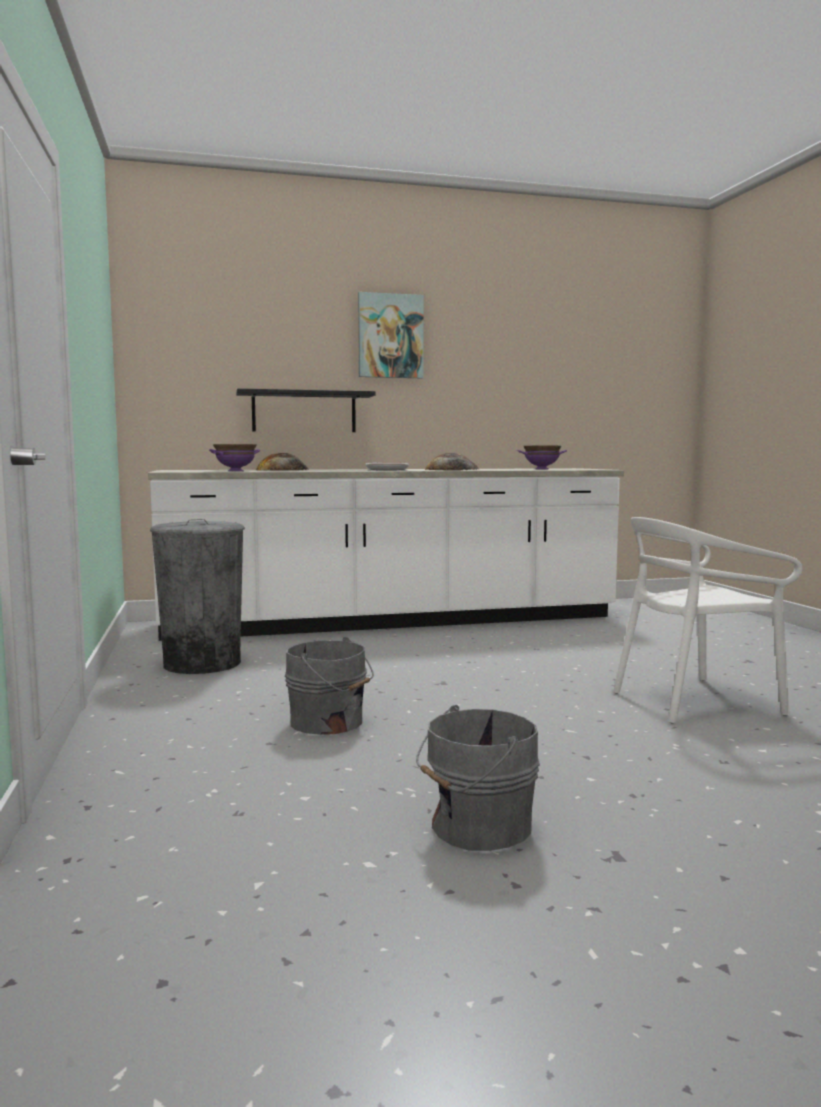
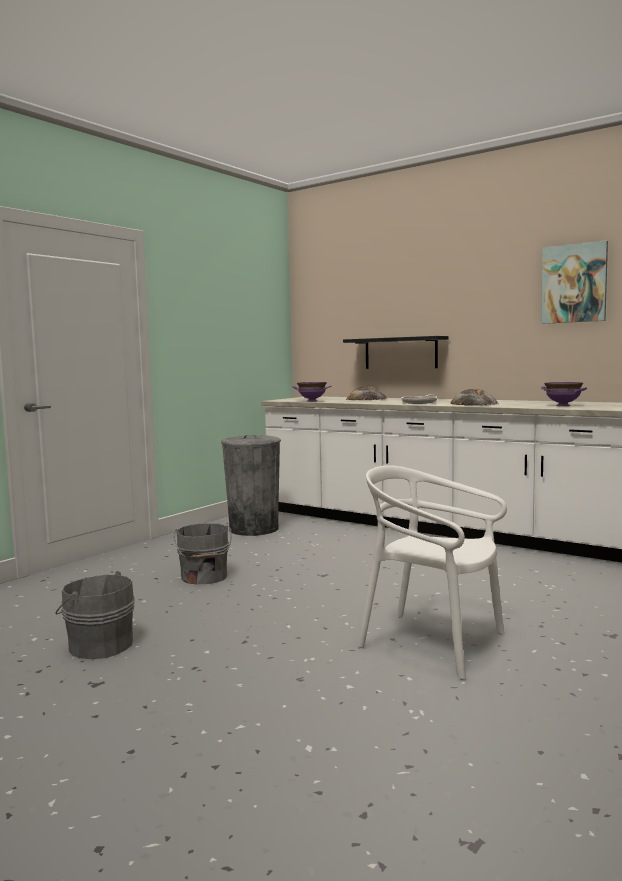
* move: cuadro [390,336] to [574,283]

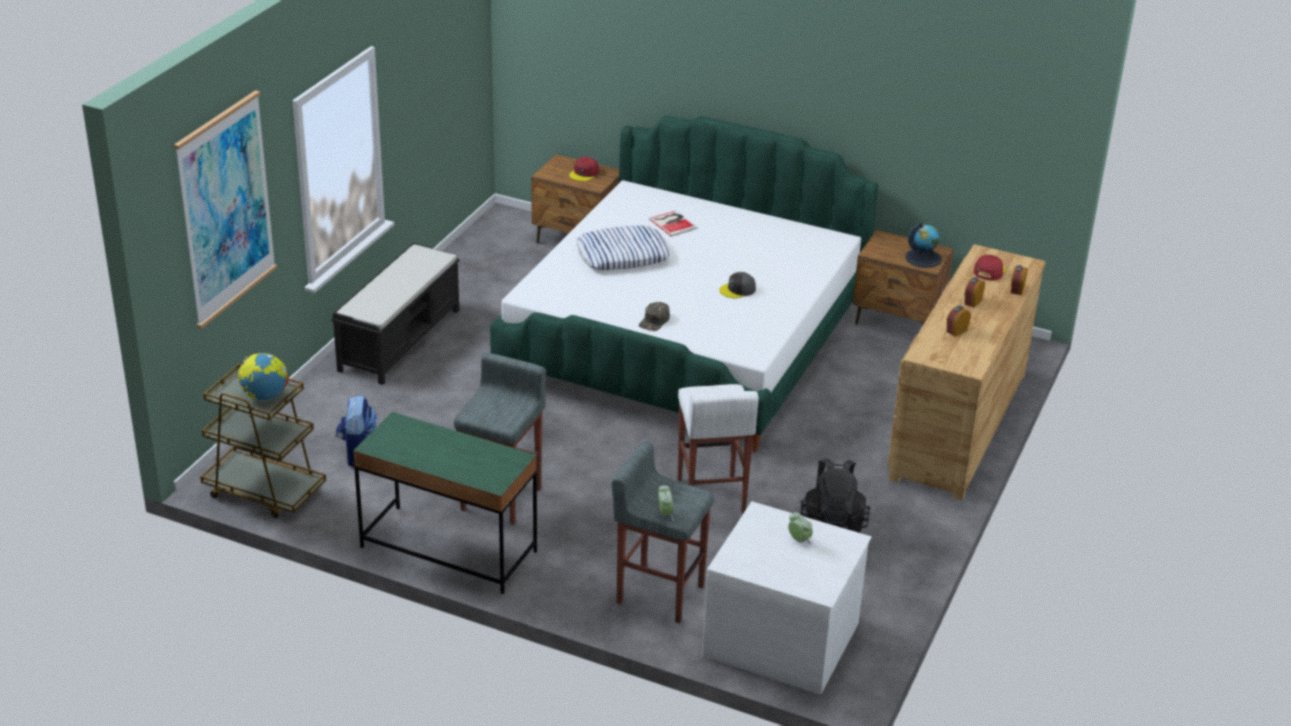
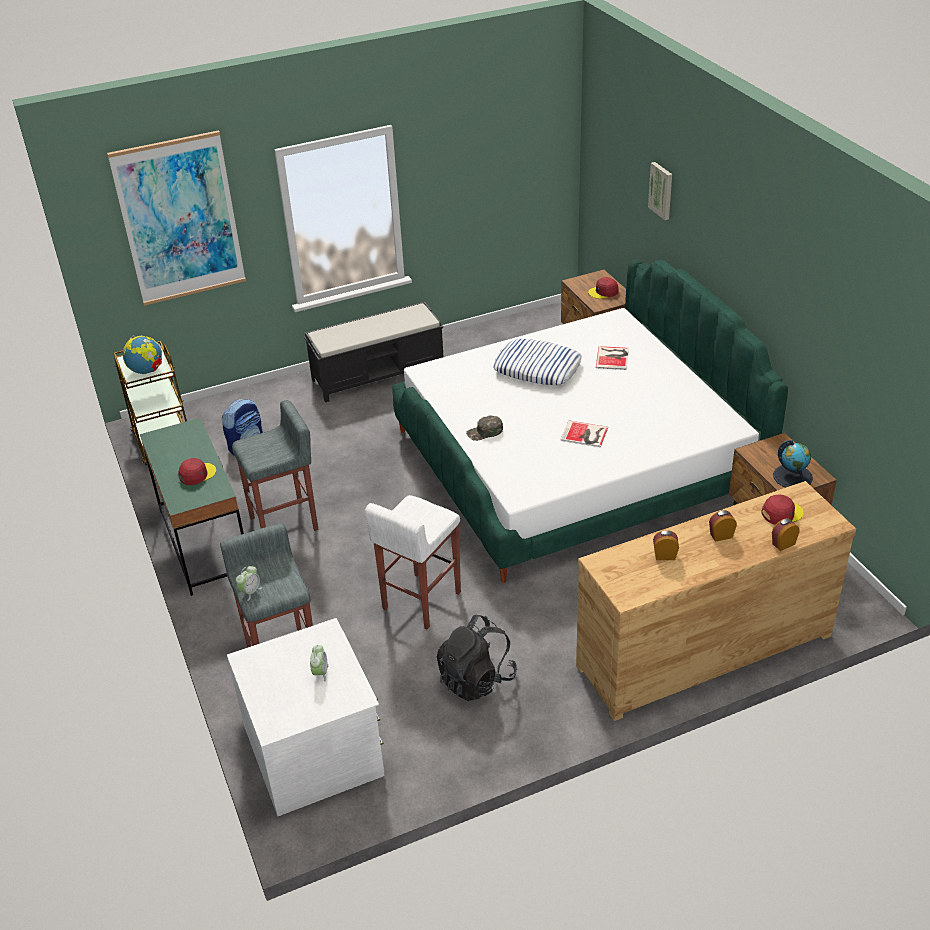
* replace: gorra/gris [737,290] to libro [585,435]
* insert: gorra/rojo [197,474]
* insert: cuadro [661,190]

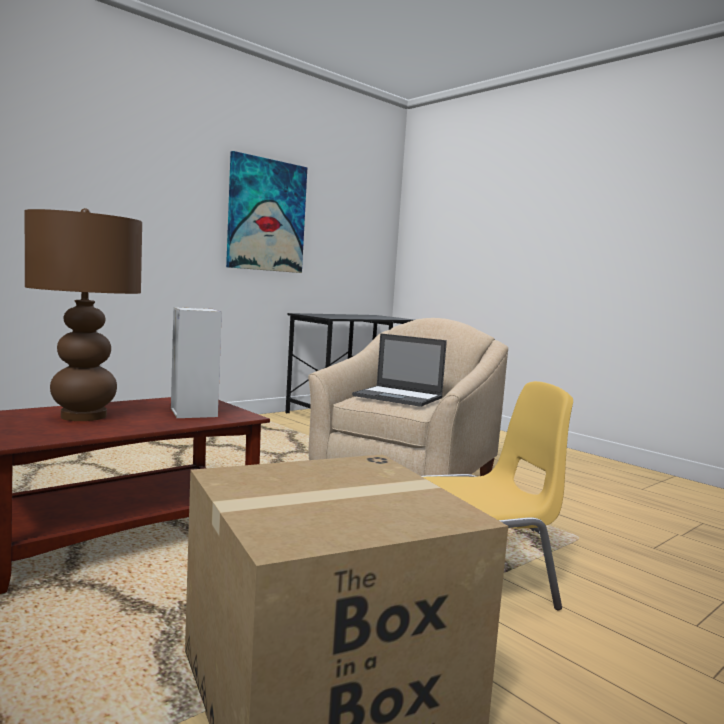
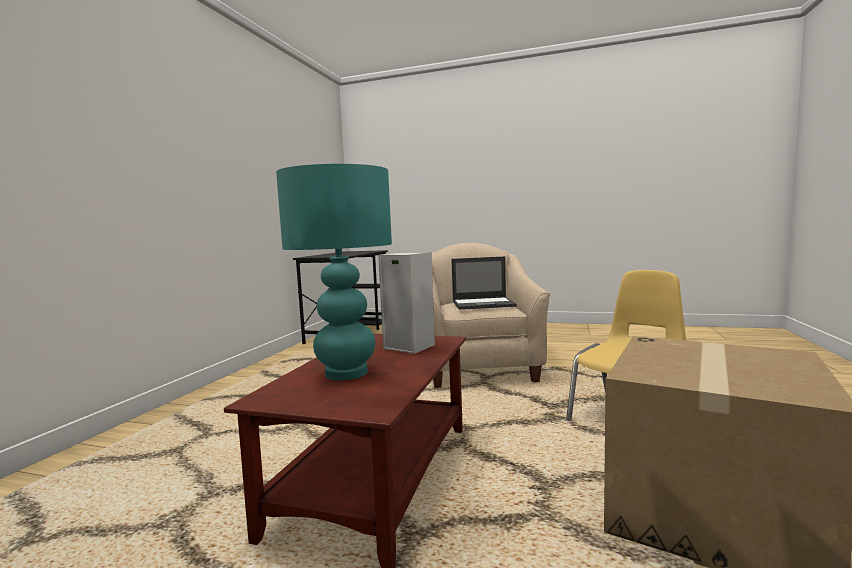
* recolor: lámpara de mesa/marrón [83,416] to lámpara de mesa/turquesa [345,373]
* delete: cuadro [266,215]

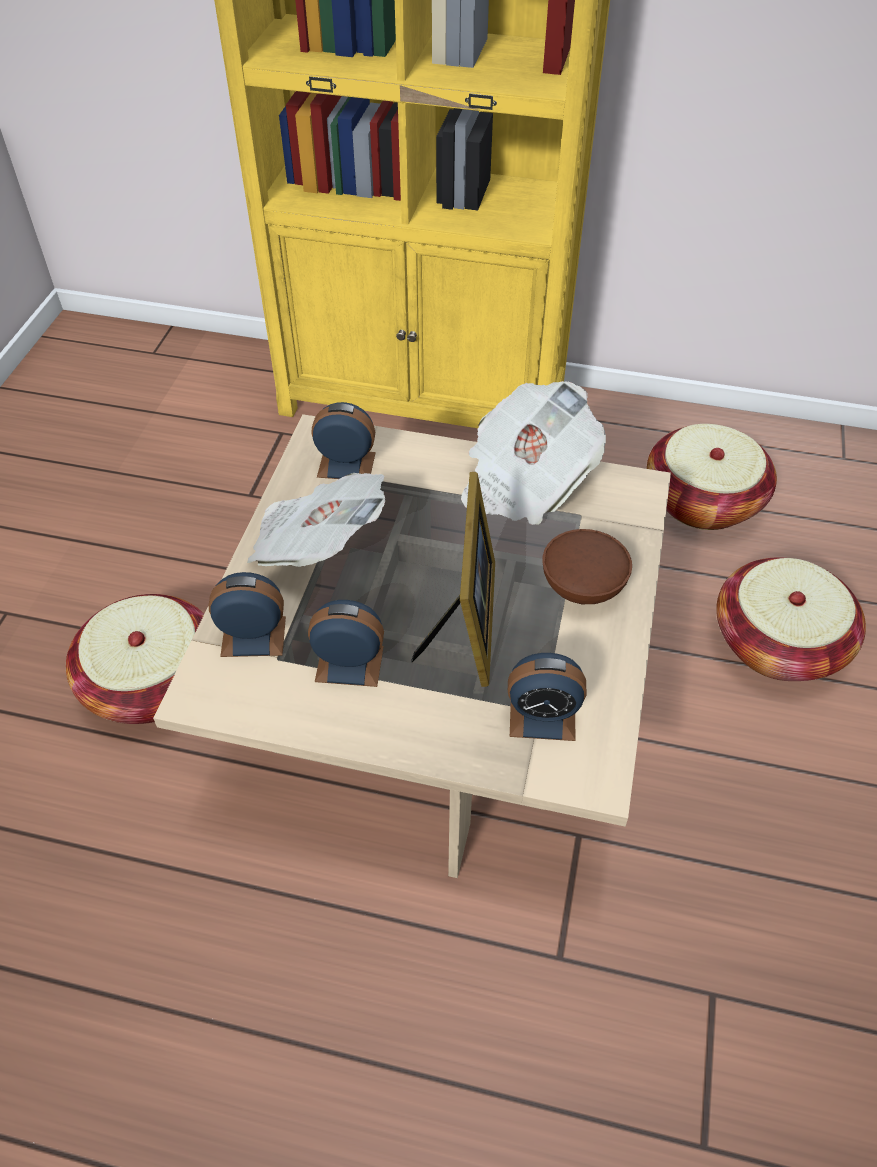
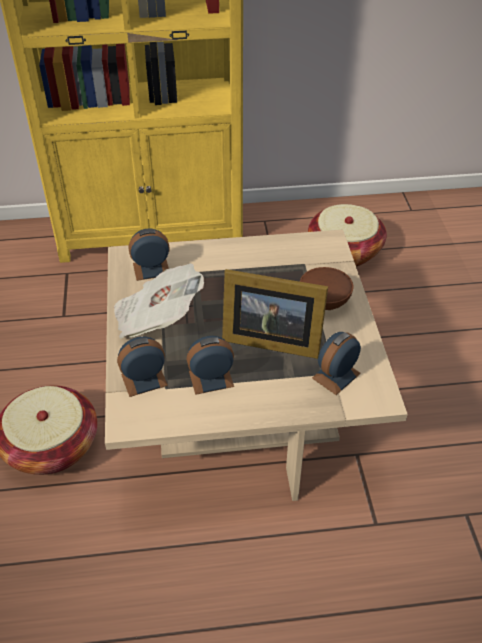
* rotate: portarretratos [467,624] = [269,339] 120 degrees clockwise
* delete: periódico [525,481]
* rotate: despertador [542,716] = [336,375] 150 degrees clockwise
* delete: cesta [778,643]

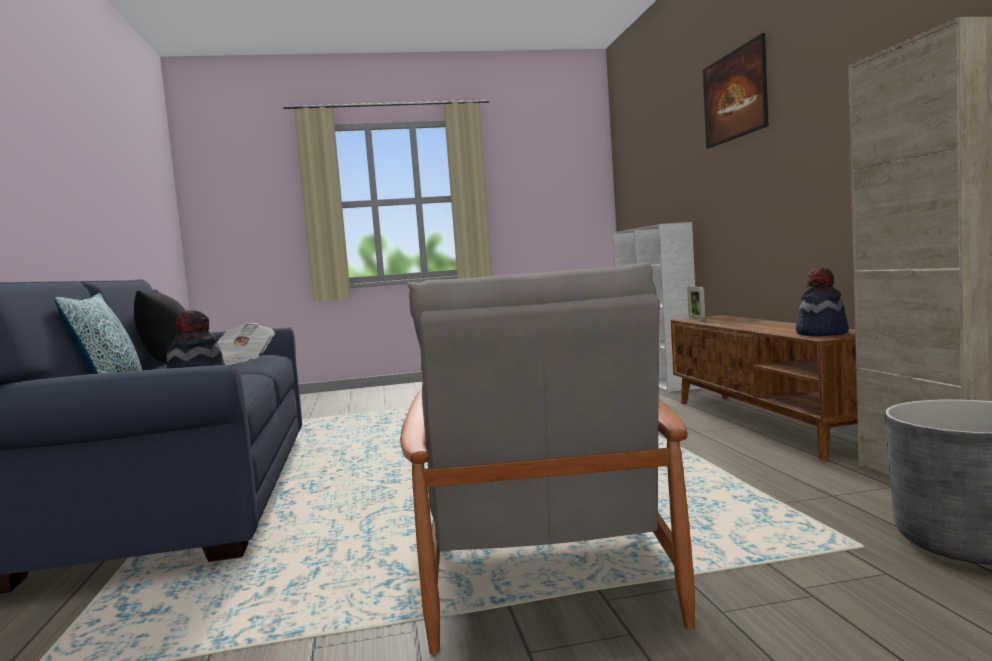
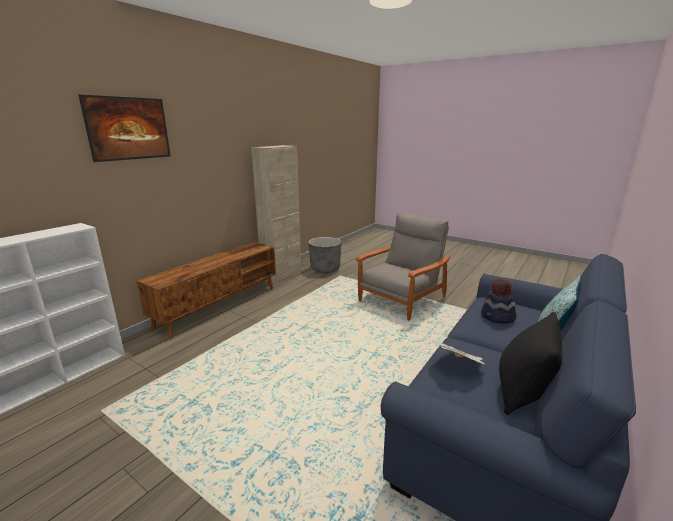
* delete: portarretratos [696,319]
* delete: sombrero [821,333]

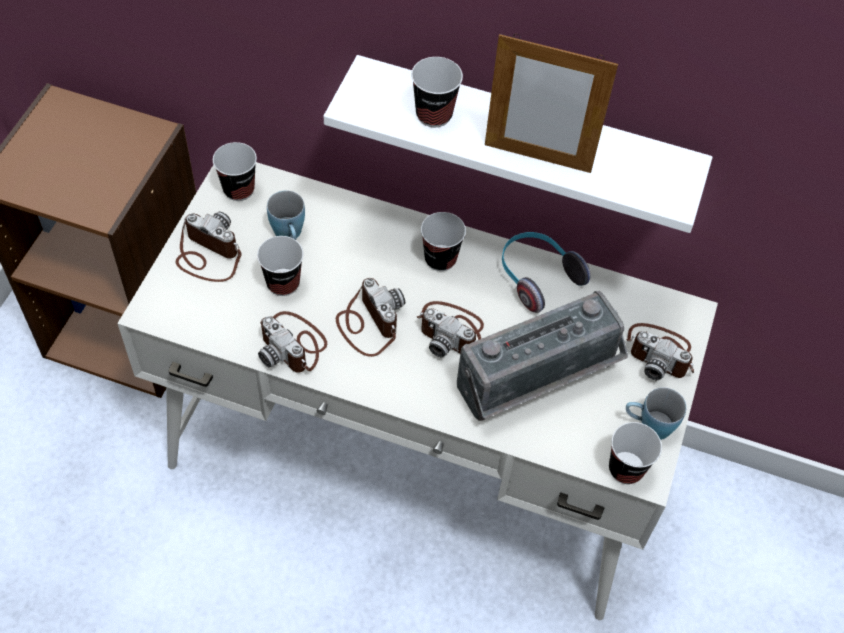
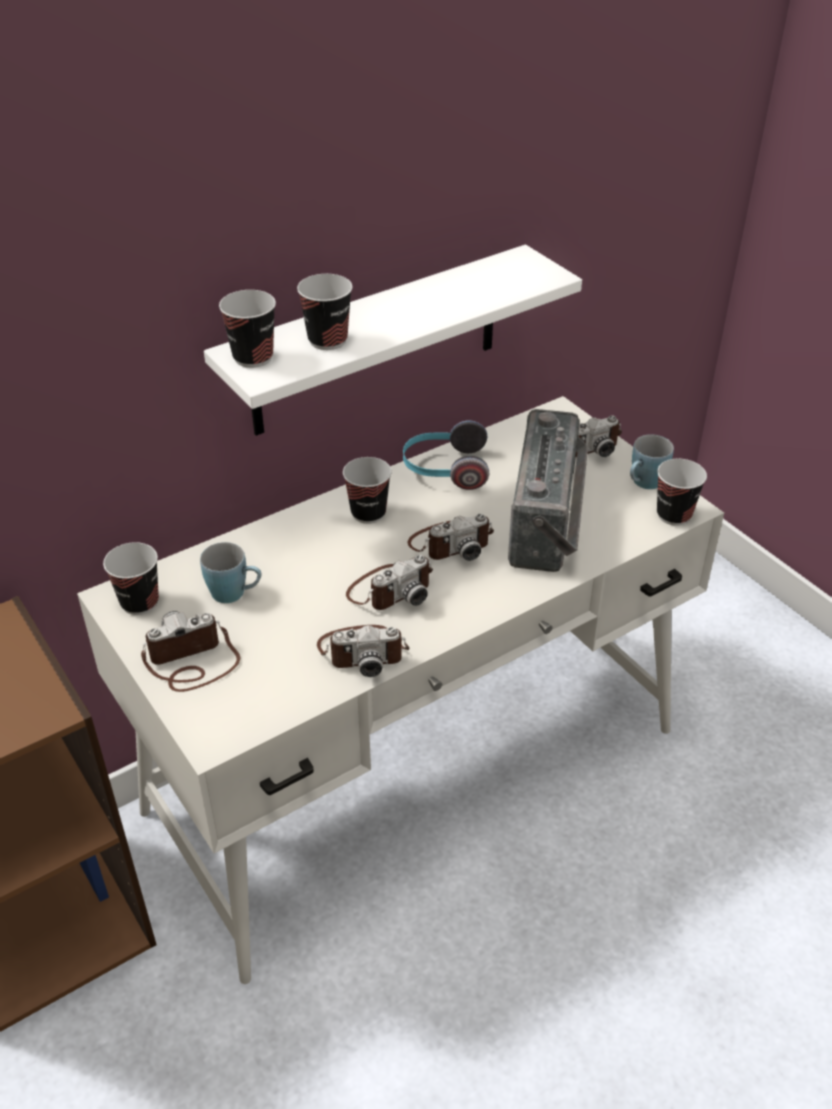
* move: taza [283,283] to [253,357]
* rotate: cámara [368,323] = [390,590] 135 degrees clockwise
* delete: portarretratos [537,158]

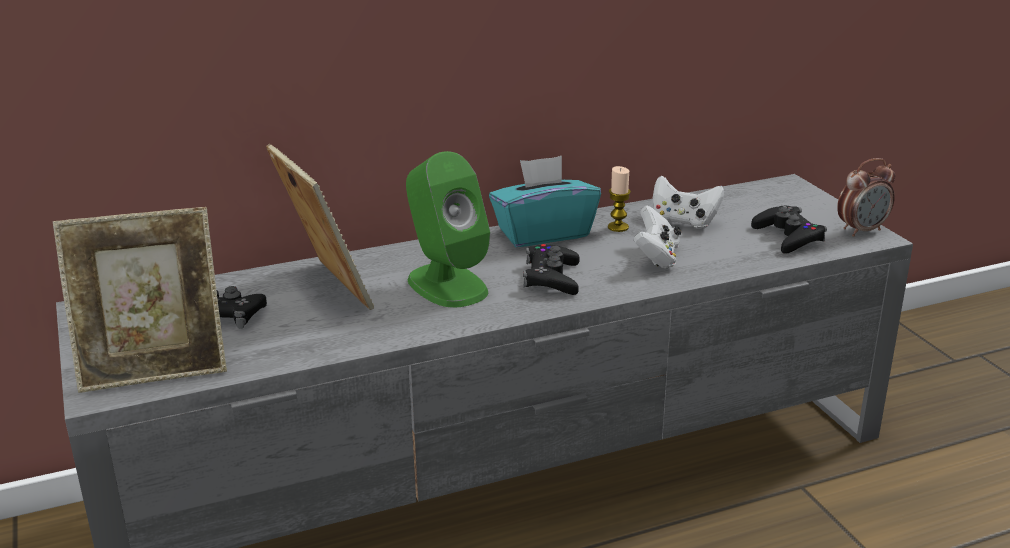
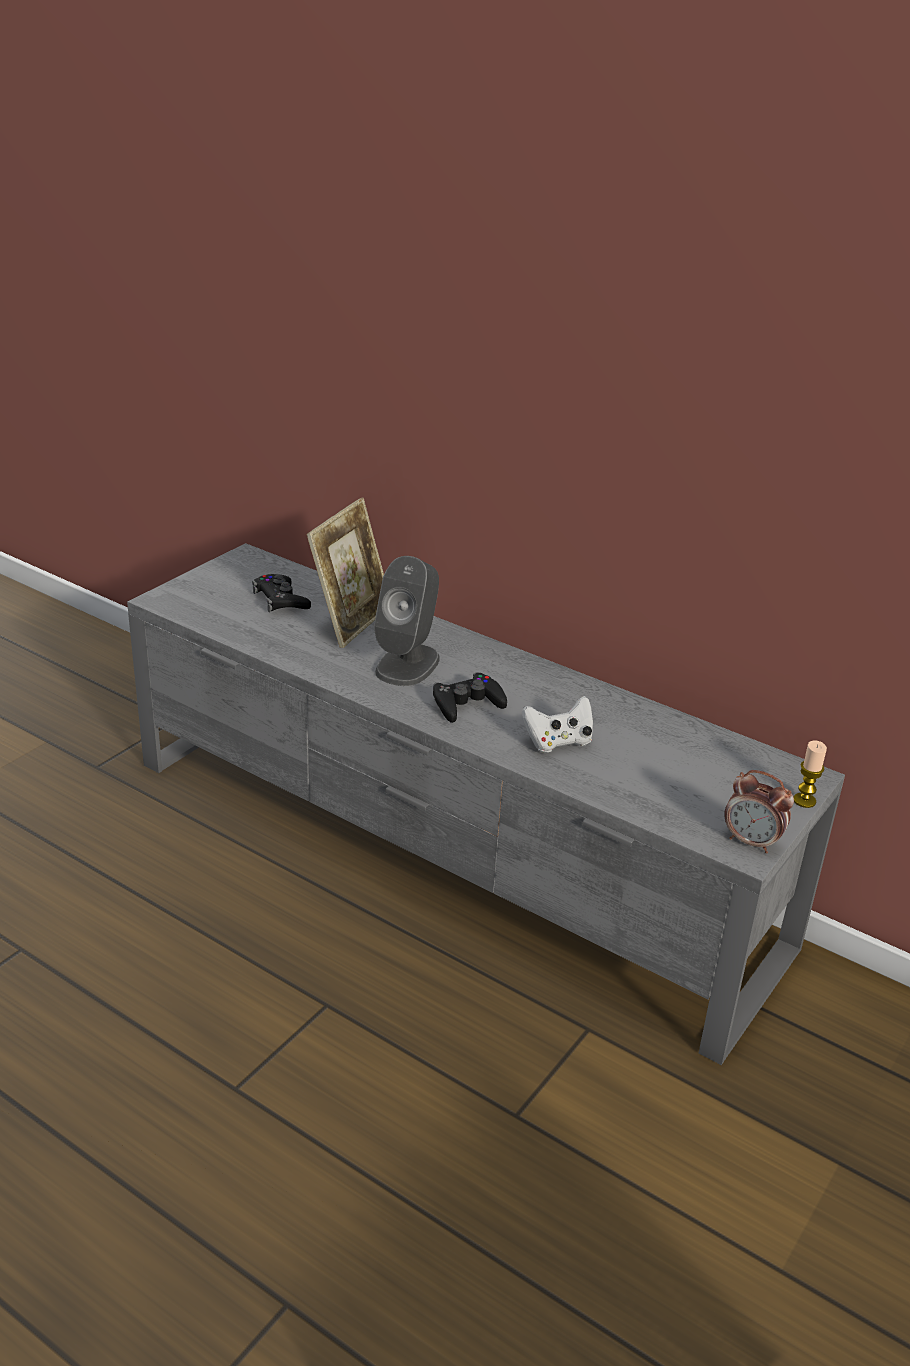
* delete: portarretratos [155,368]
* recolor: altavoz/verde [446,285] to altavoz/gris [408,664]
* delete: caja de pañuelos/turquesa [543,233]
* move: vela [618,227] to [804,801]
* delete: mando de consola/blanco [683,221]
* delete: mando de consola/negro [788,237]

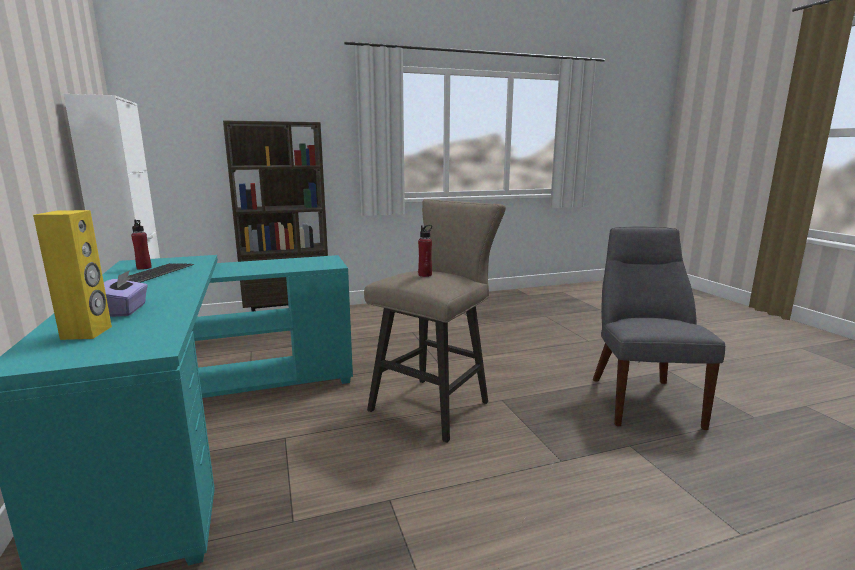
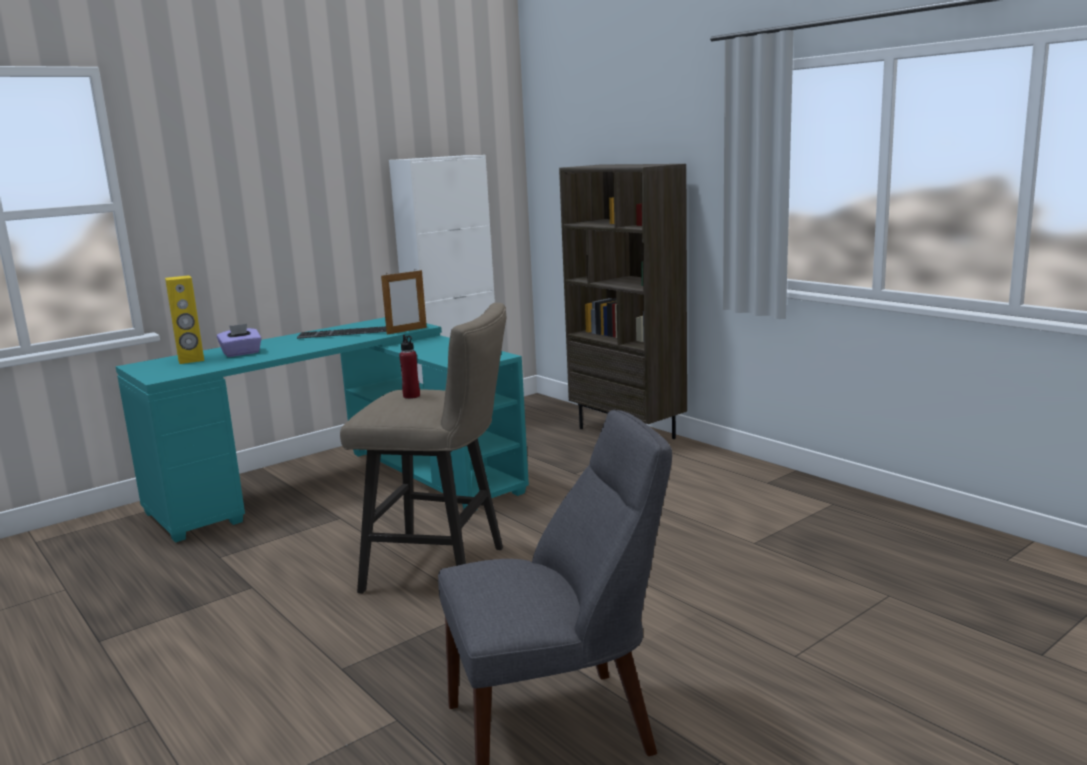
* delete: botella/rojo [144,268]
* insert: portarretratos [406,331]

